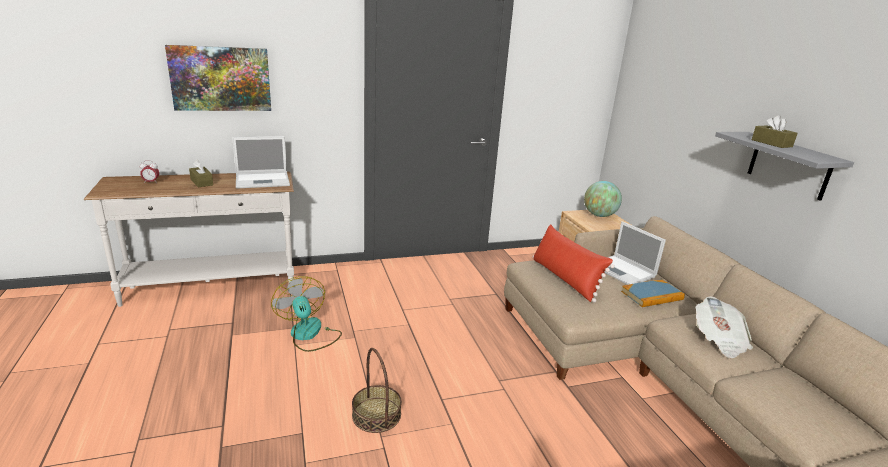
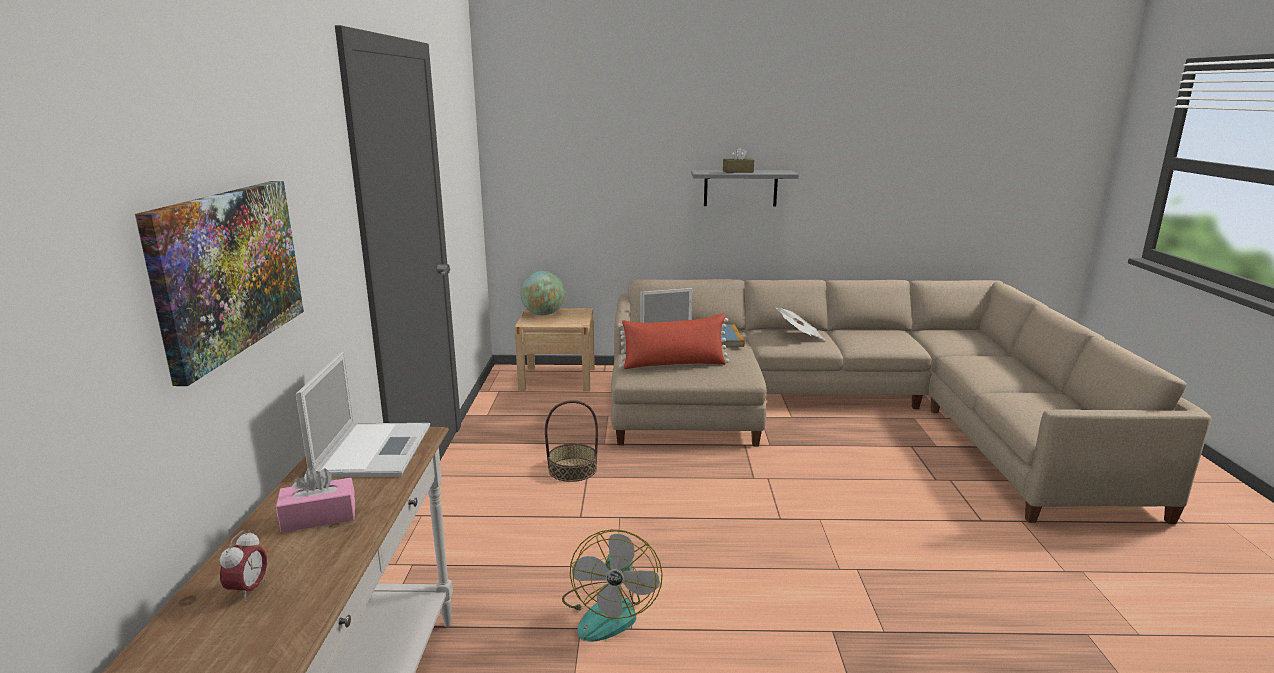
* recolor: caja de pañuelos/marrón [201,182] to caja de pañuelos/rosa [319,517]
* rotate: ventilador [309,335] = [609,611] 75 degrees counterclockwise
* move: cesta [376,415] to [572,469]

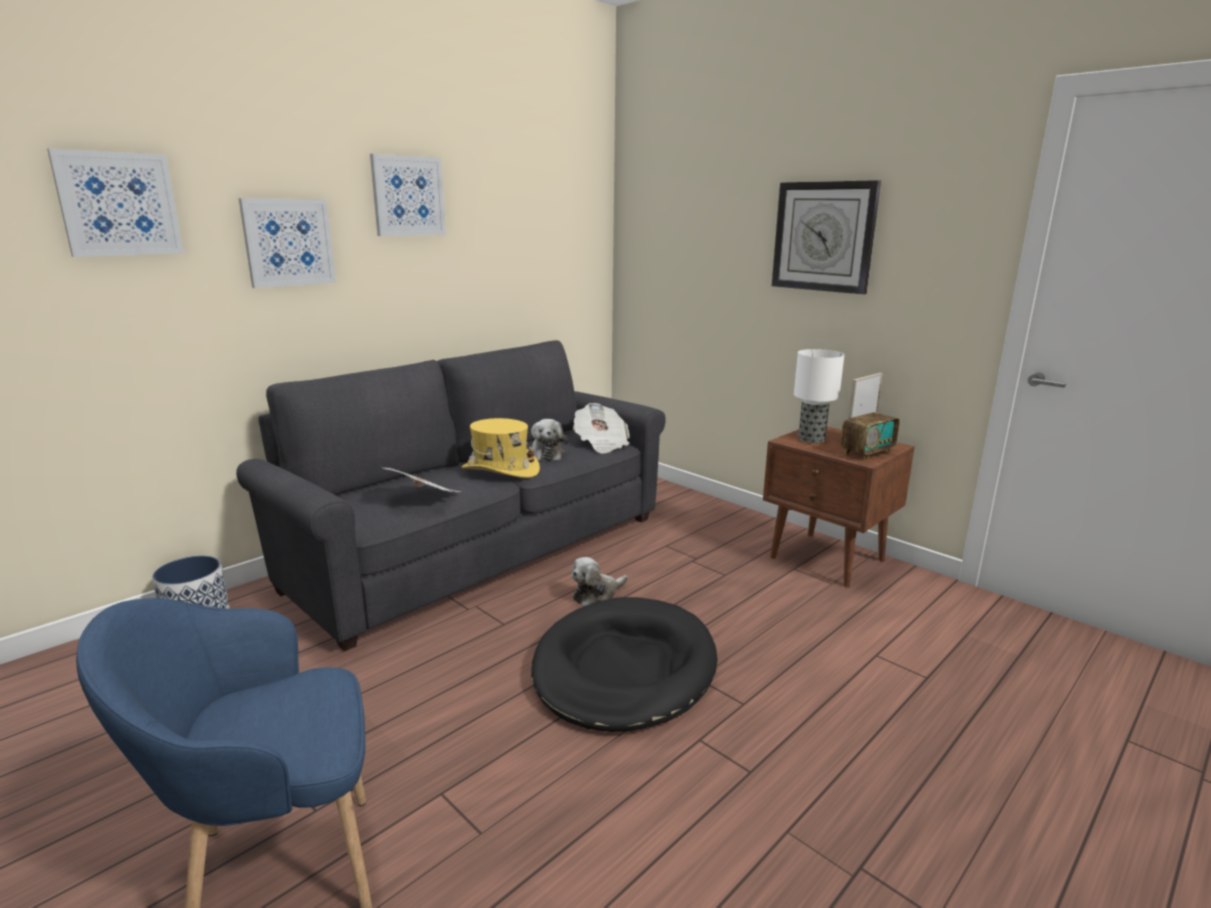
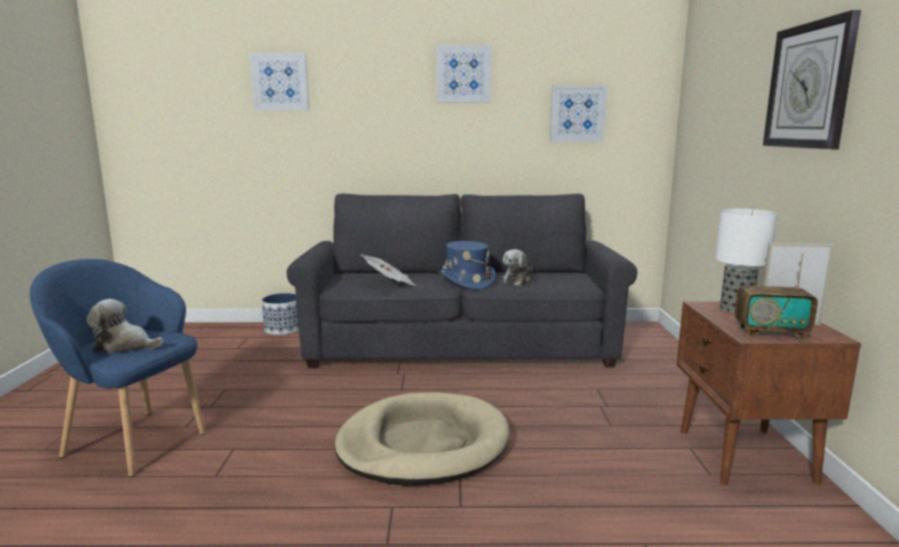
* move: cuadro [288,242] to [577,113]
* recolor: sombrero/amarillo [500,470] to sombrero/azul [466,281]
* recolor: cama para perro/negro [624,669] to cama para perro/beis [423,444]
* move: peluche [597,595] to [125,346]
* delete: periódico [601,443]

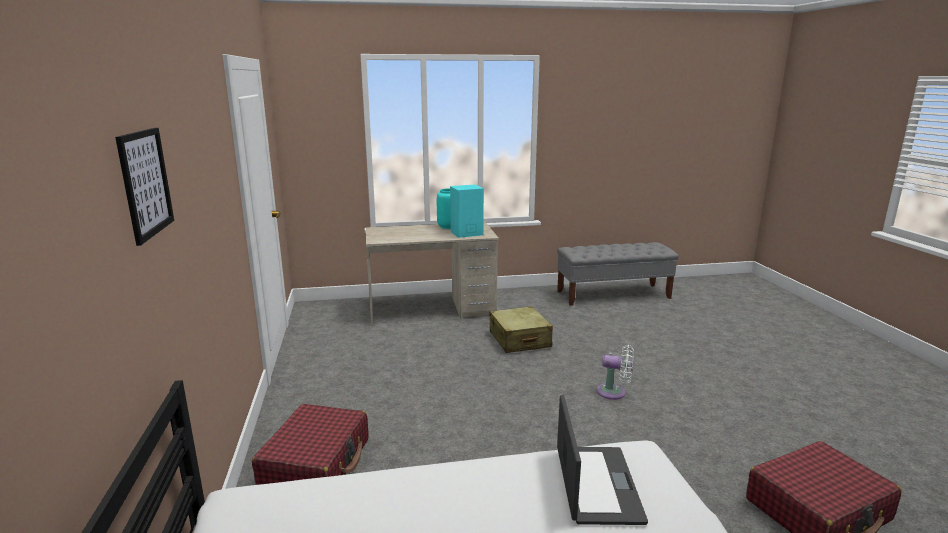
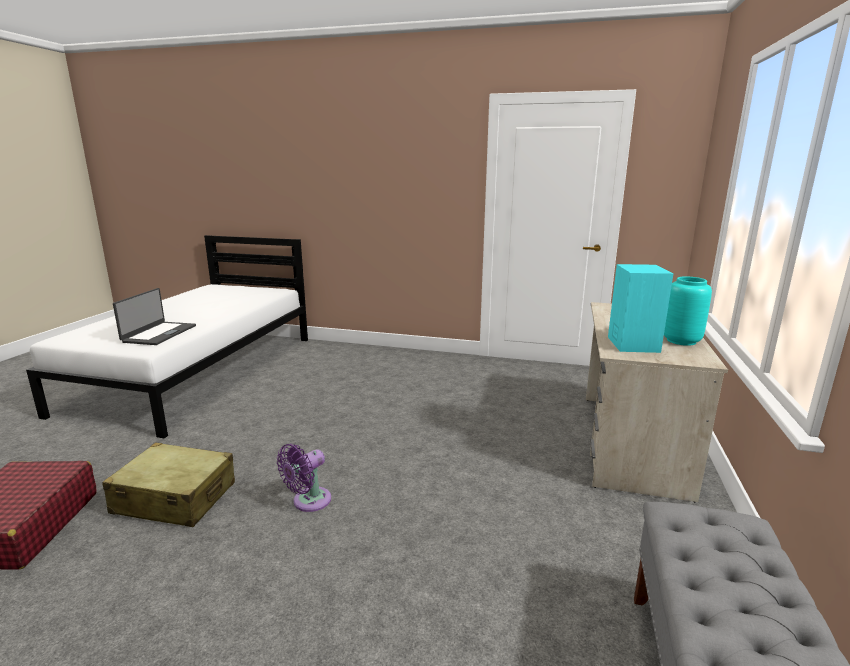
* delete: cuadro [145,183]
* delete: maleta/rojo [316,463]
* move: maleta/beis [519,340] to [175,498]
* rotate: portátil [596,484] = [159,334] 105 degrees counterclockwise
* recolor: ventilador/blanco [614,392] to ventilador/morado [308,502]

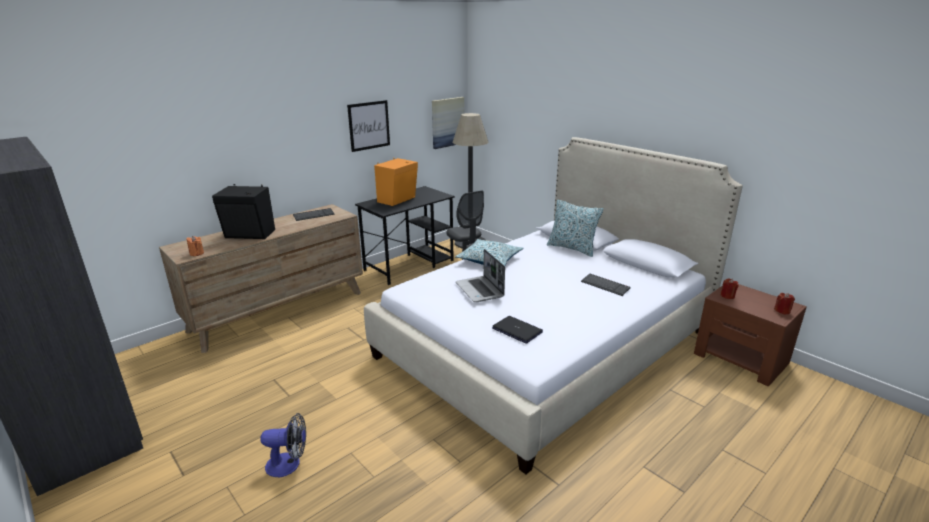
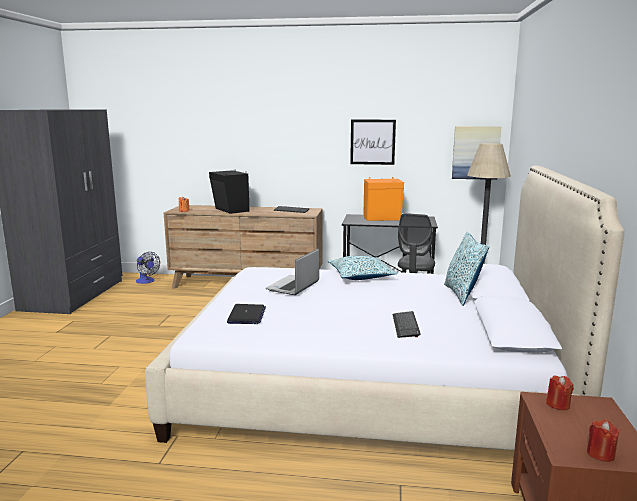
* move: ventilador [289,464] to [147,281]

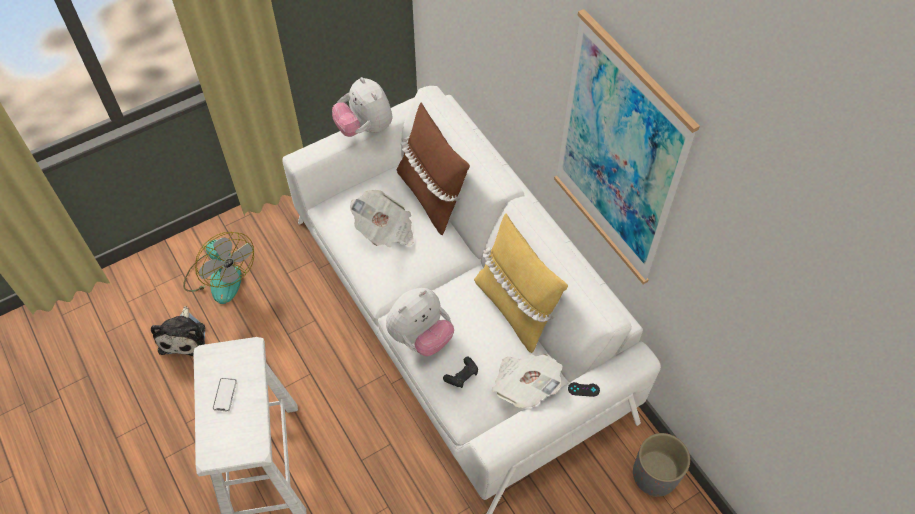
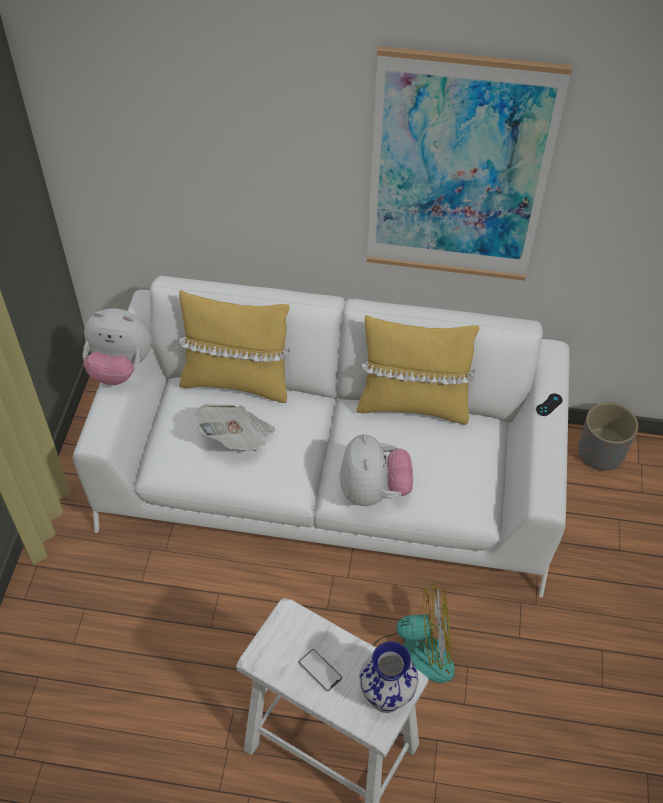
* delete: peluche [183,336]
* move: ventilador [220,276] to [413,658]
* recolor: cojín/marrón [432,196] to cojín/amarillo [236,381]
* delete: mando de consola/negro [462,375]
* delete: periódico [525,385]
* insert: florero [386,695]

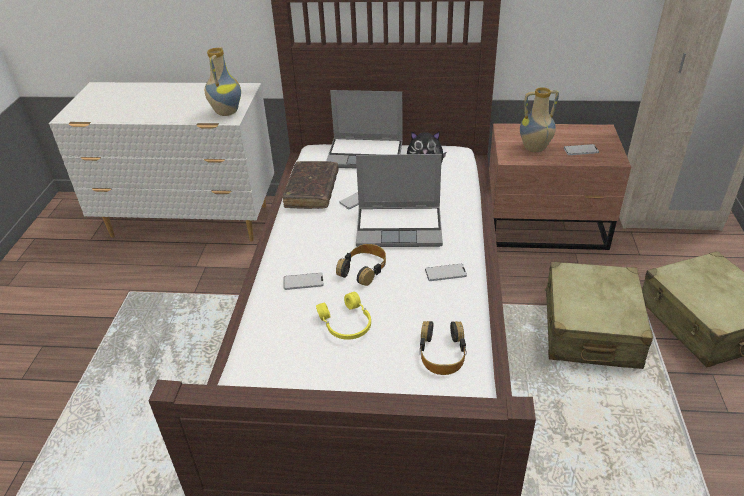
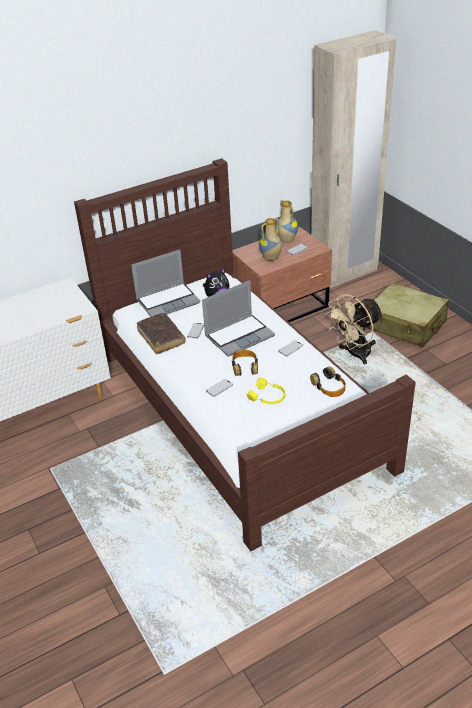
* move: florero [226,112] to [286,240]
* replace: maleta/beis [590,329] to ventilador/beis [354,354]

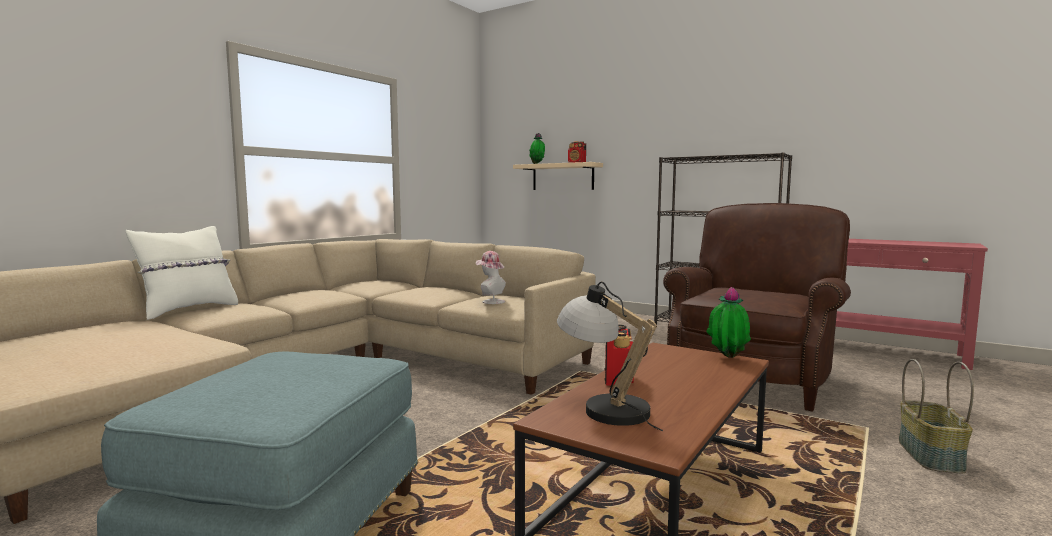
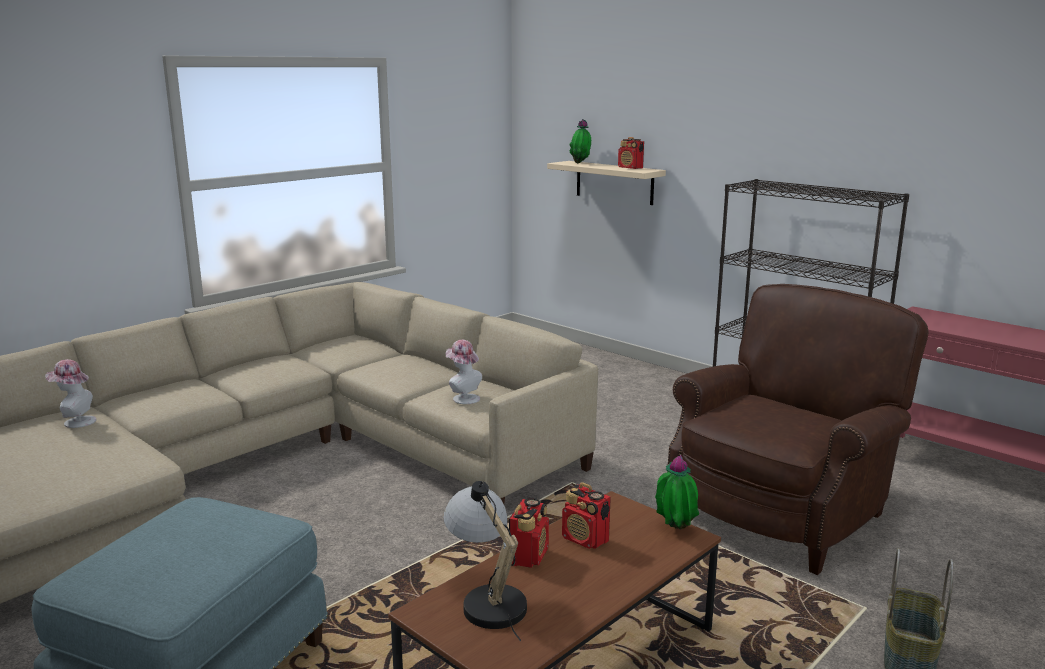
* delete: cojín/blanco [188,310]
* insert: sombrero [75,422]
* insert: radio [585,540]

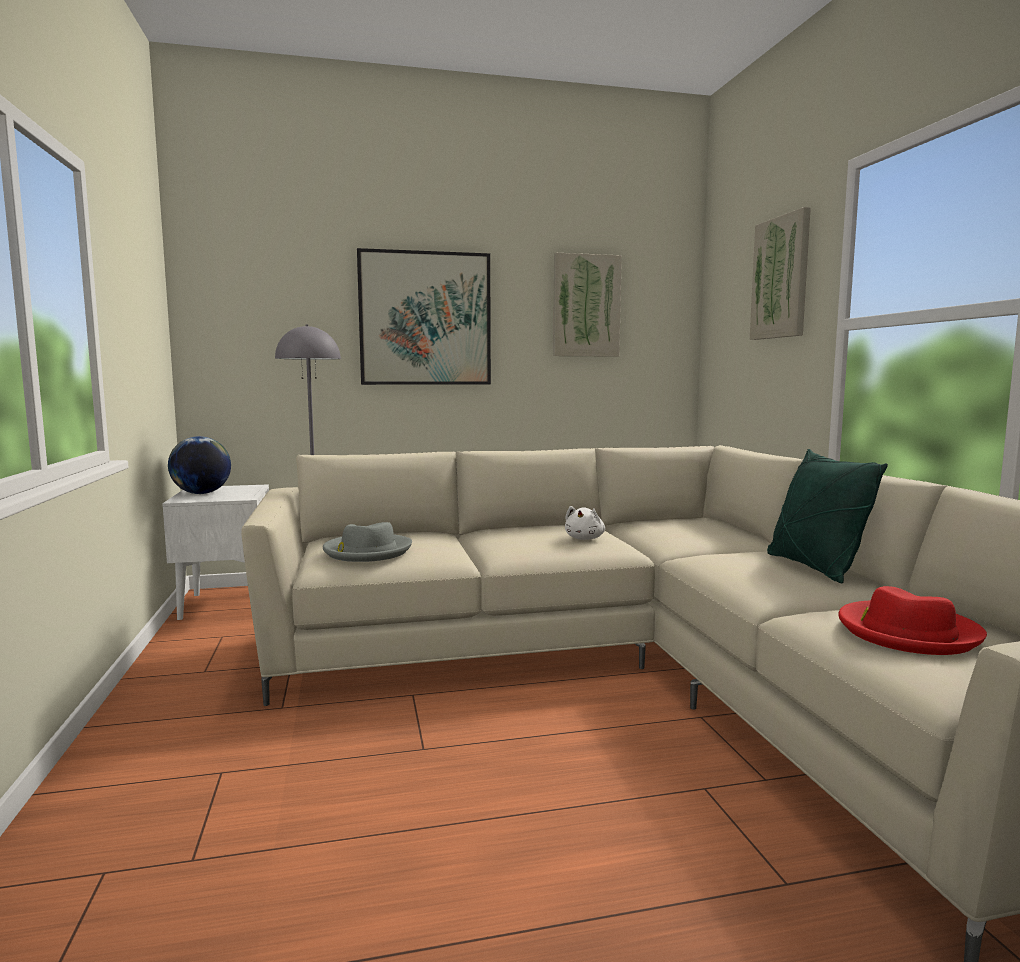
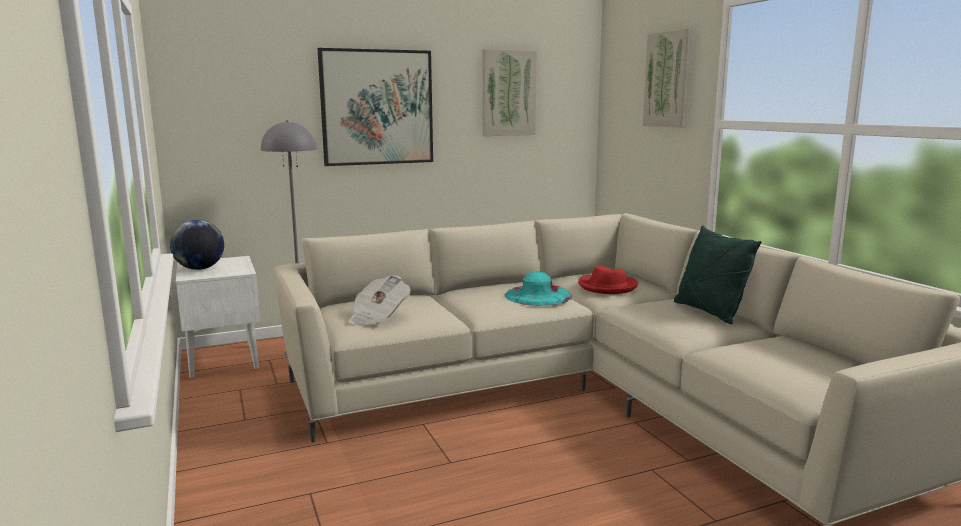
* replace: sombrero/gris [367,551] to periódico [378,317]
* replace: peluche/blanco [585,538] to sombrero/turquesa [538,295]
* move: sombrero/rojo [907,632] to [607,286]

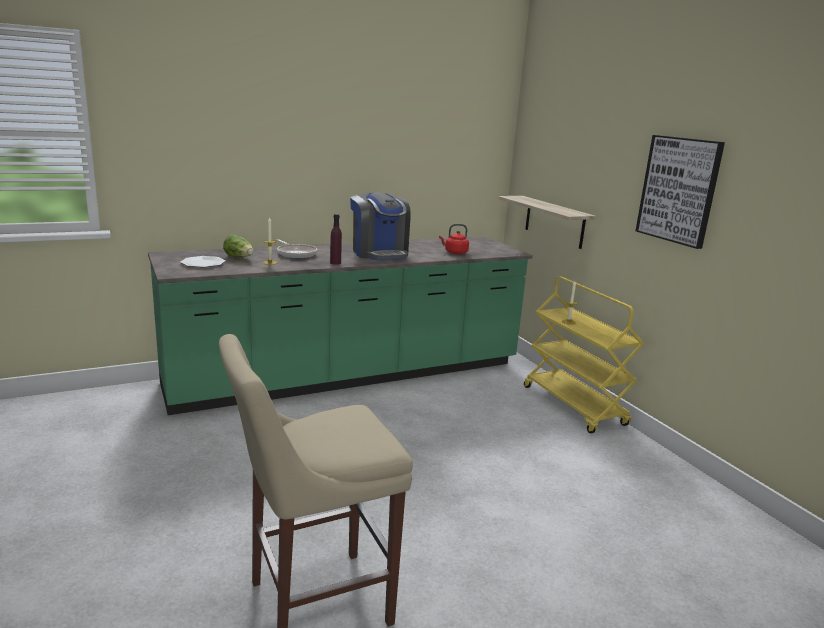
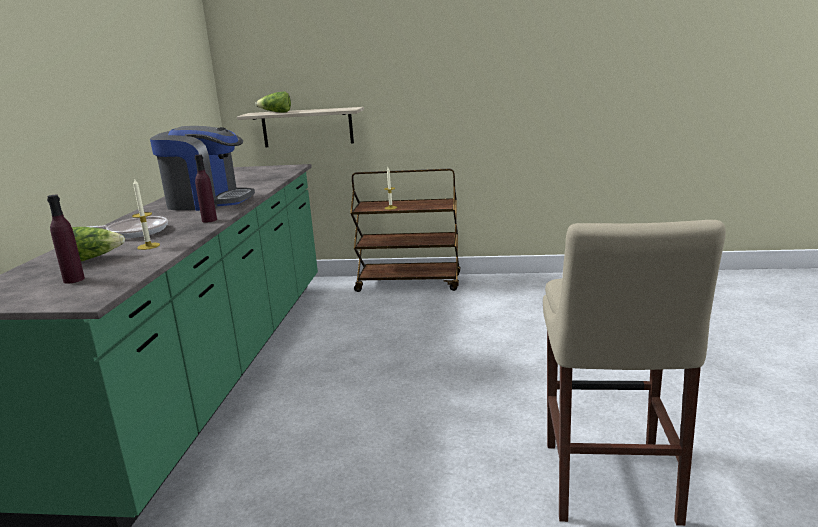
* replace: plato [203,263] to botella/morado [74,280]
* delete: hervidor/rojo [454,252]
* recolor: carrito/amarillo [574,406] to carrito/marrón [409,283]
* delete: cuadro [679,190]
* insert: lechuga [276,112]

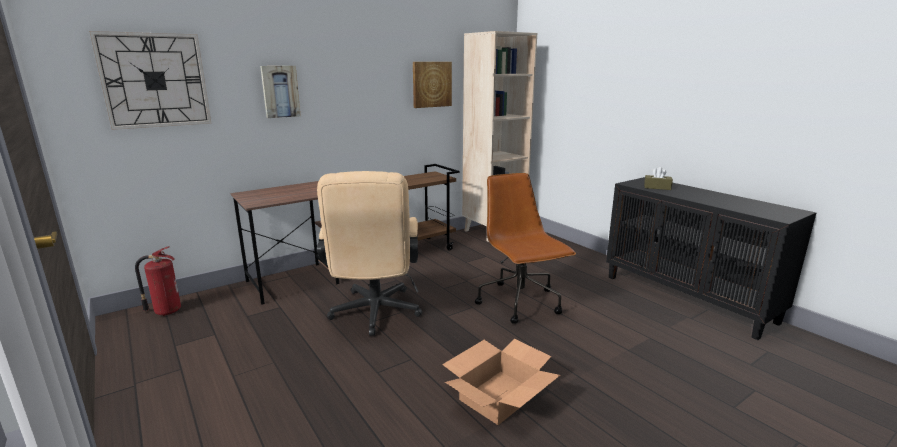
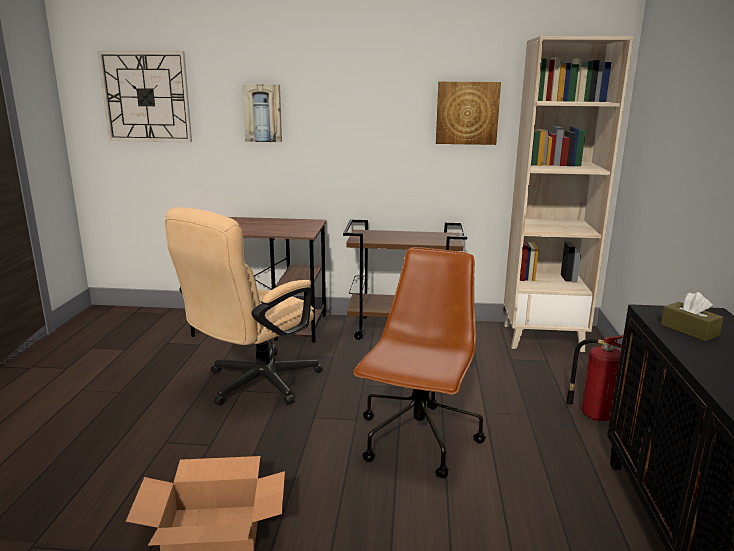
* move: extintor [166,311] to [594,414]

